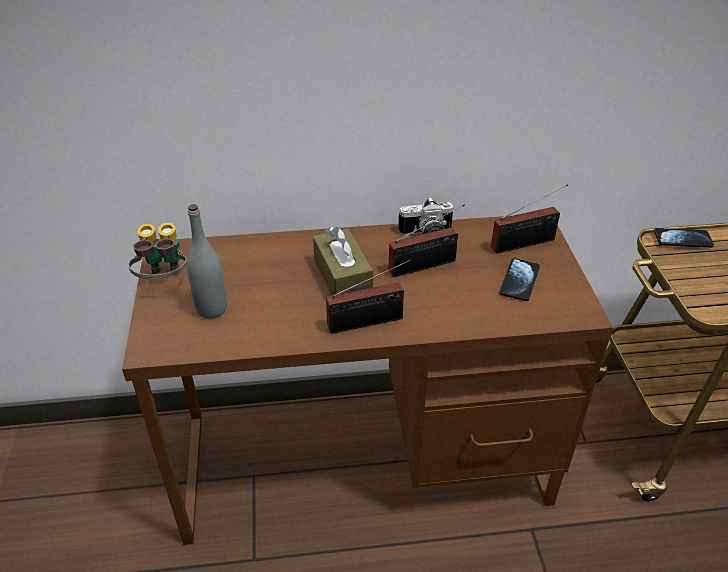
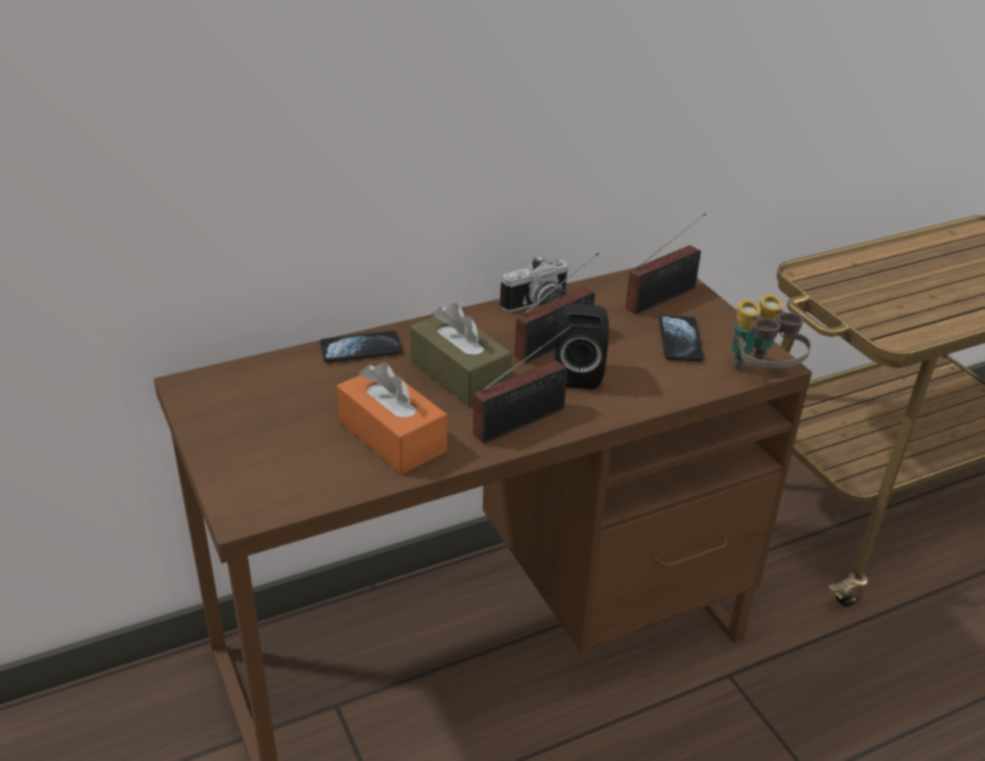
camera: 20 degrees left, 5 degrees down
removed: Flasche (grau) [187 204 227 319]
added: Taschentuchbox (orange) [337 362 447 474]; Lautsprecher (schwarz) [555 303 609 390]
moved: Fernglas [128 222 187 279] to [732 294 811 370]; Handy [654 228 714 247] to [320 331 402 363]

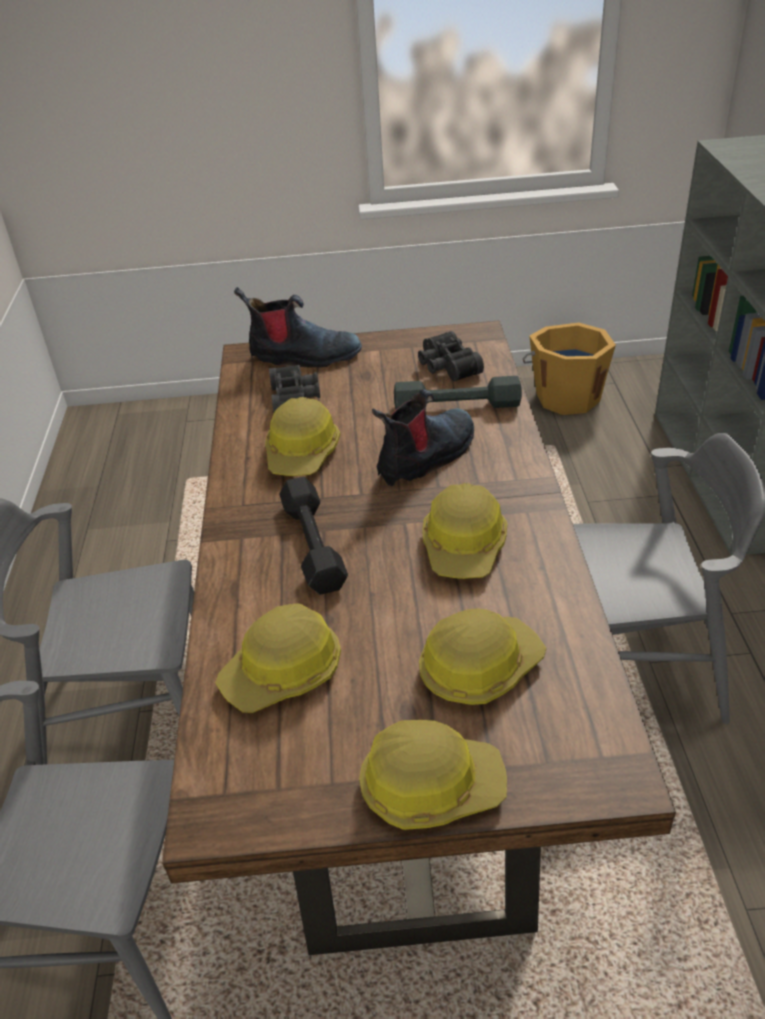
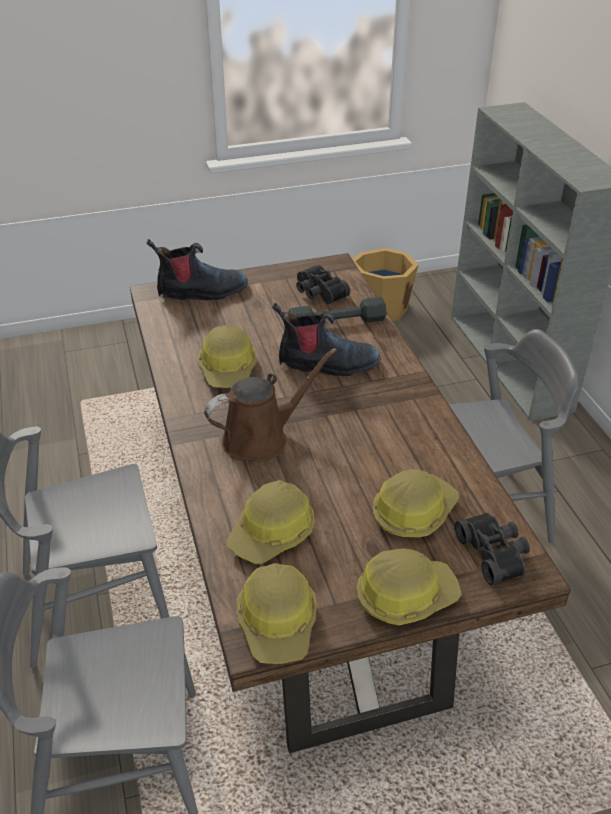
camera: 15 degrees left, 0 degrees up
moved: Fernglas (schwarz) [269 365 320 412] to [455 513 530 585]; Schutzhelm [422 483 507 579] to [237 563 316 664]
replaced: Hantel (schwarz) [280 477 348 595] to Gießkanne (braun) [204 348 337 462]
turned: Stiefel [372 389 474 486] = [272 303 381 376] 60 degrees clockwise

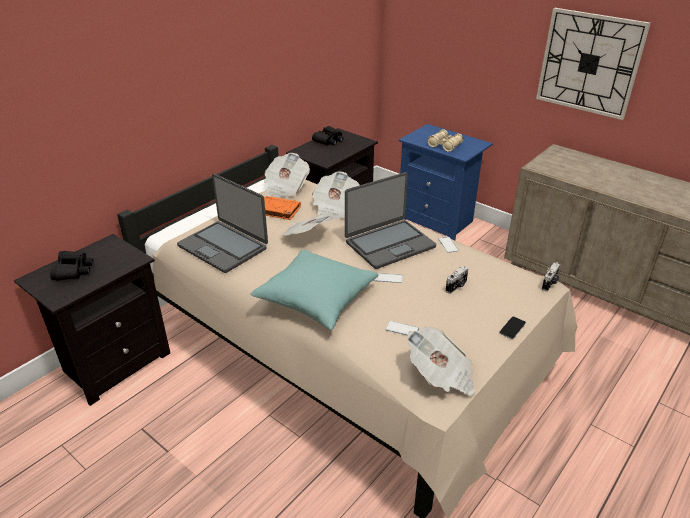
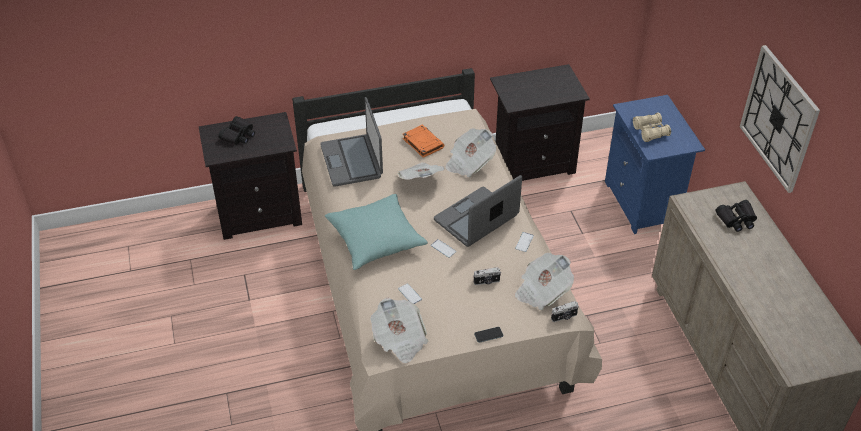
camera: 35 degrees right, 10 degrees up
moved: Zeitung [264 153 310 198] to [515 253 574 310]; Fernglas (schwarz) [312 126 343 146] to [716 200 757 232]
turned: Laptop [345 172 436 269] = [434 175 522 247] 135 degrees clockwise

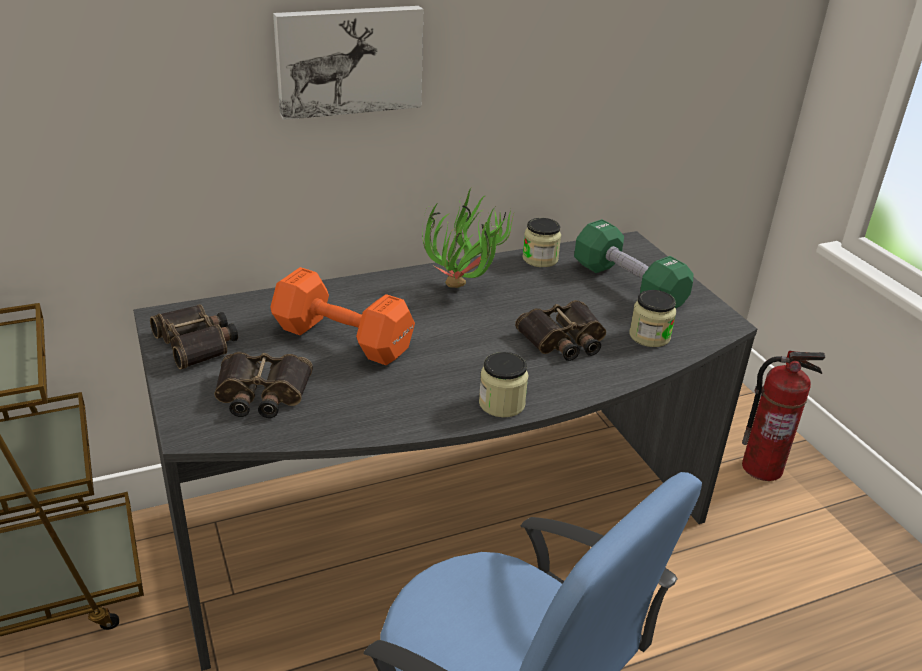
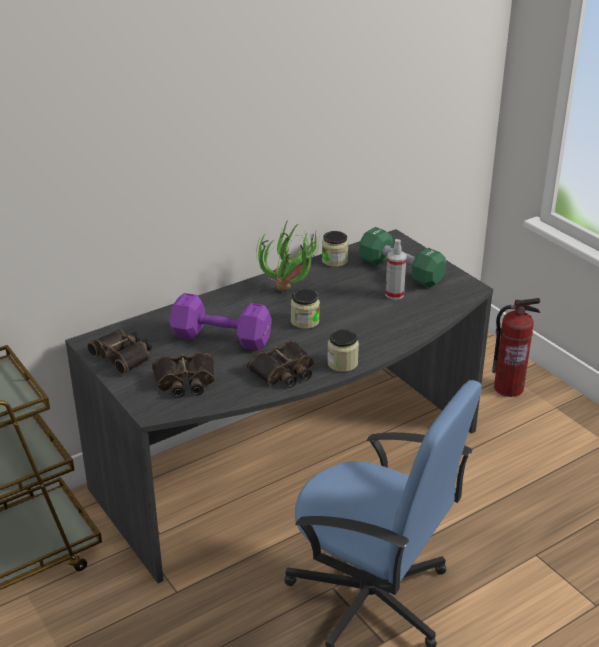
camera: 10 degrees left, 0 degrees up
removed: Bild [273 6 423 120]
added: Sprühflasche [385 239 407 300]
moved: Fernglas [515 300 606 361] to [247 341 314 388]; Vorratsglas [629 290 676 347] to [291 289 320 329]
recoloured: Hantel (orange) [270 267 415 365] to Hantel (lila) [170 293 272 351]

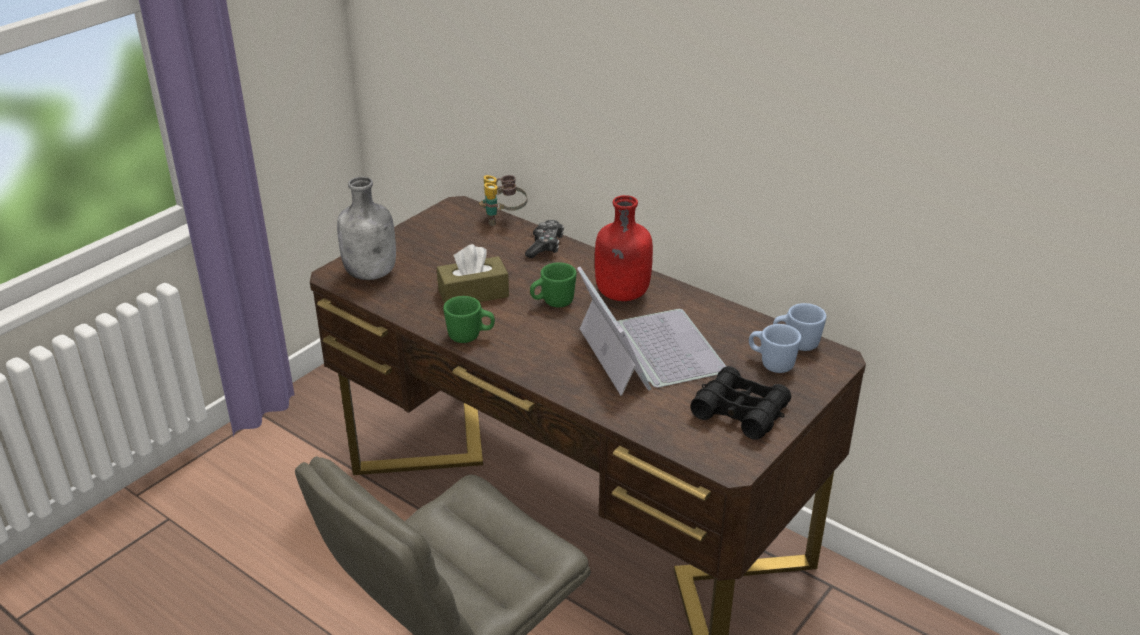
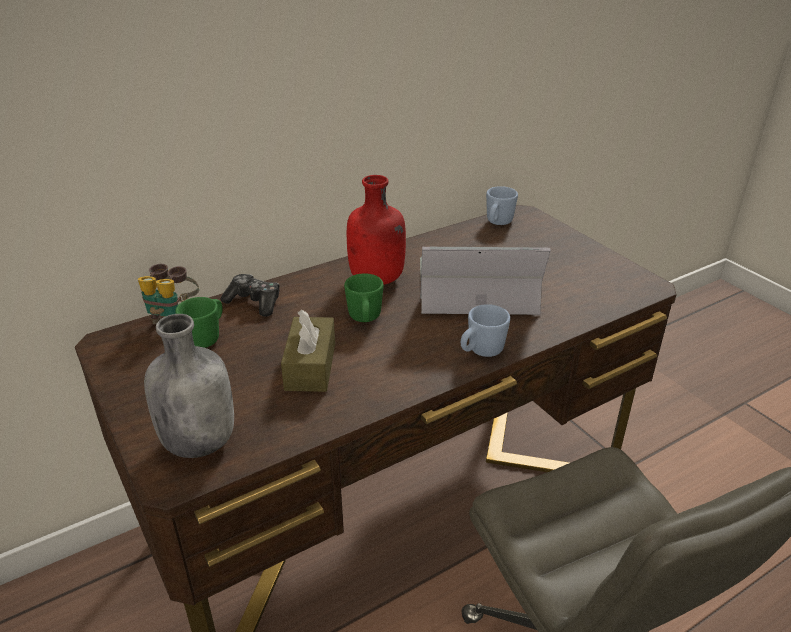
camera: 70 degrees left, 0 degrees up
removed: Fernglas (schwarz) [690 366 791 440]
moved: Henkelbecher (grün) [443 296 495 343] to [175 297 223 348]; Henkelbecher (blau) [749 324 801 373] to [461 304 510 357]

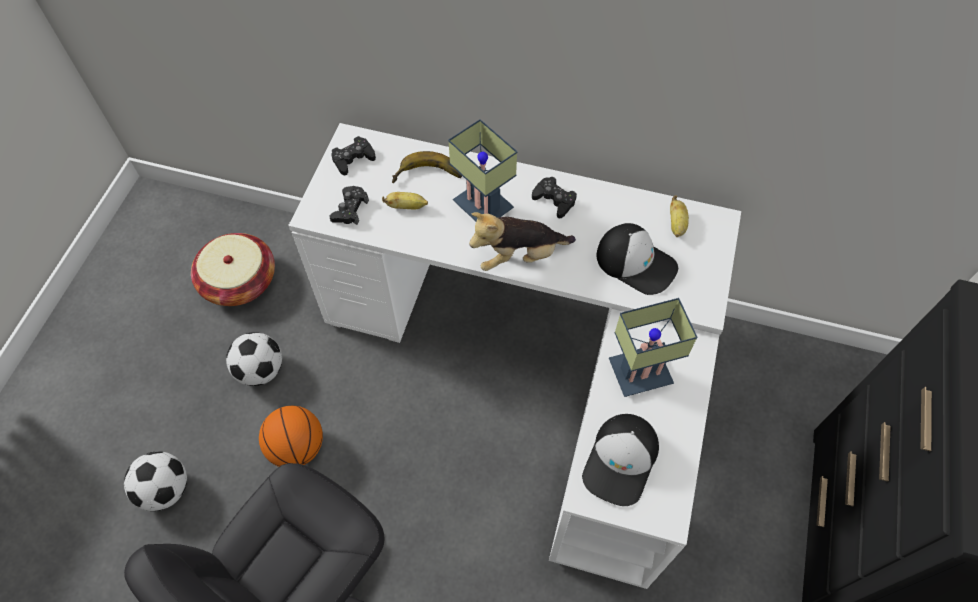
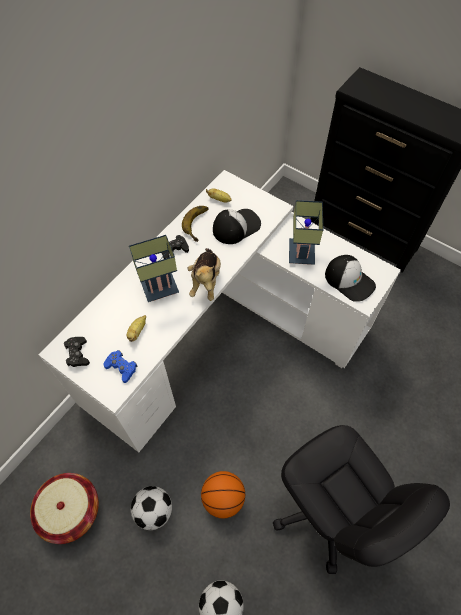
camera: 70 degrees left, 0 degrees up
moved: Banane [392 151 462 183] to [182 206 209 242]
recoloured: Gamepad (schwarz) [329 186 369 225] to Gamepad (blau) [103 350 138 383]

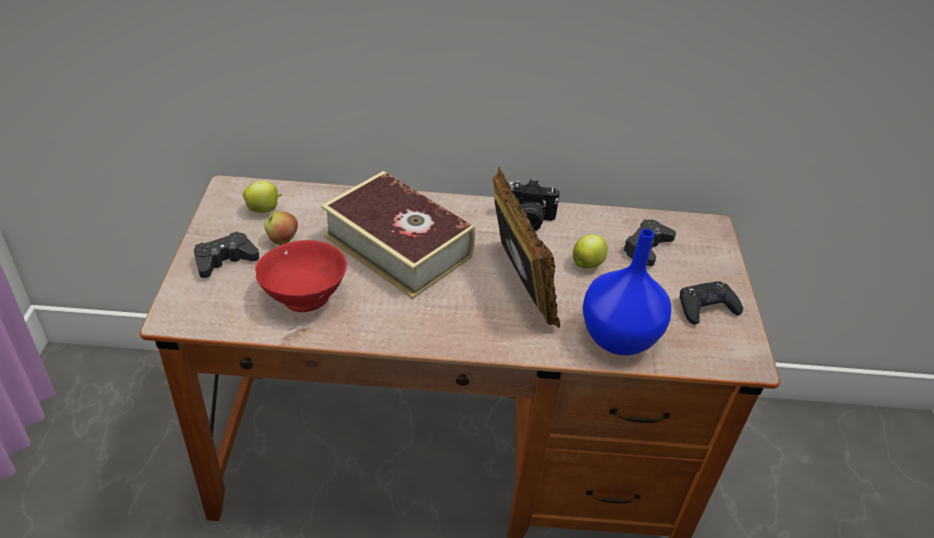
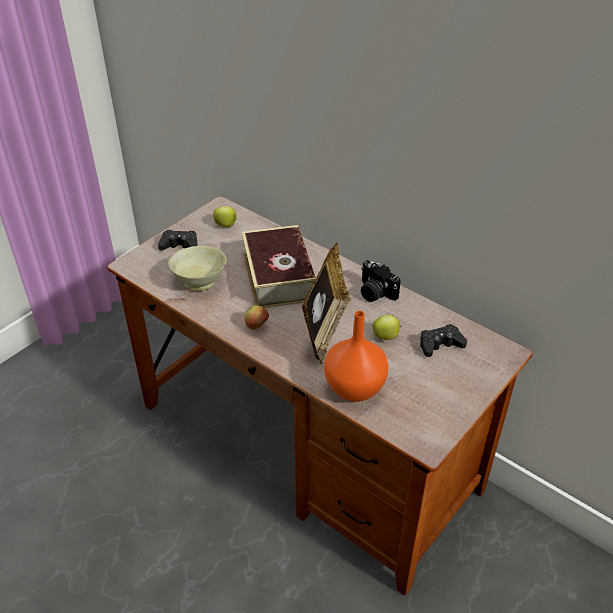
camera: 40 degrees right, 0 degrees up
removed: Gamepad (schwarz) [680 281 743 325]
moved: Apfel [265 211 298 245] to [245 305 269 330]
recoloured: Schüssel (rot) [255 240 347 312] to Schüssel (beige) [168 246 227 291]; Vase (blau) [582 229 671 356] to Vase (orange) [324 311 388 402]

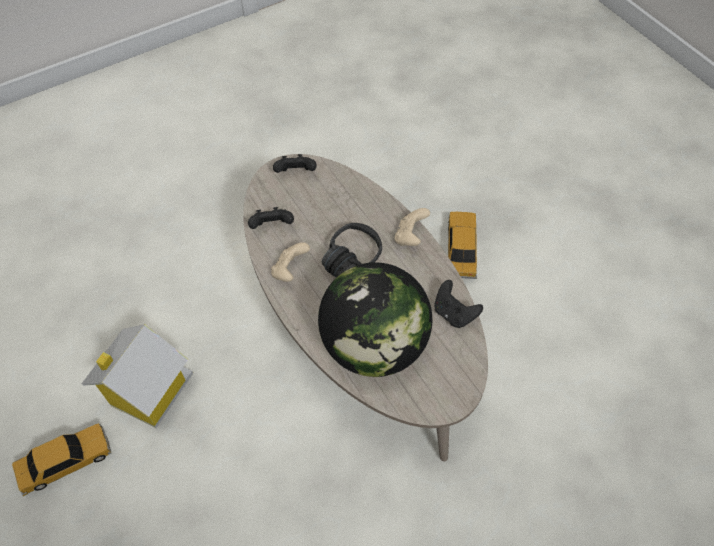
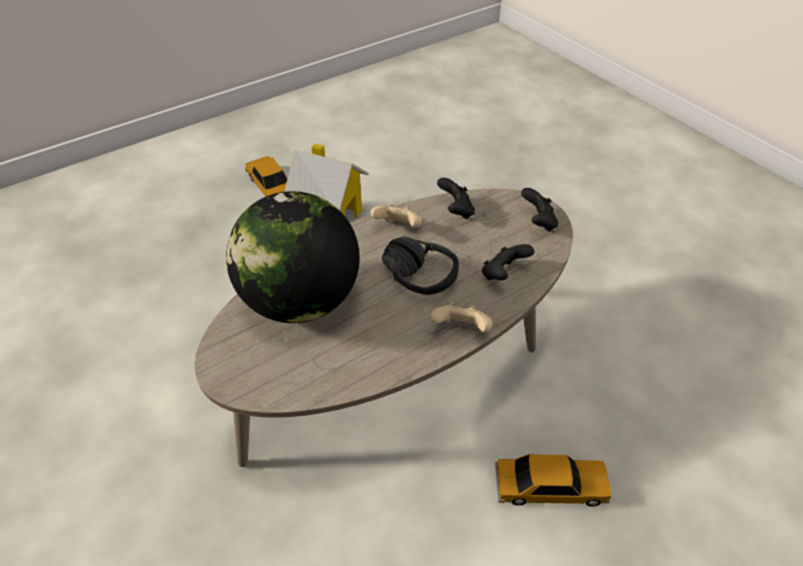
camera: 85 degrees right, 10 degrees down
moved: Gamepad (schwarz) [434 280 483 328] to [482 244 534 280]

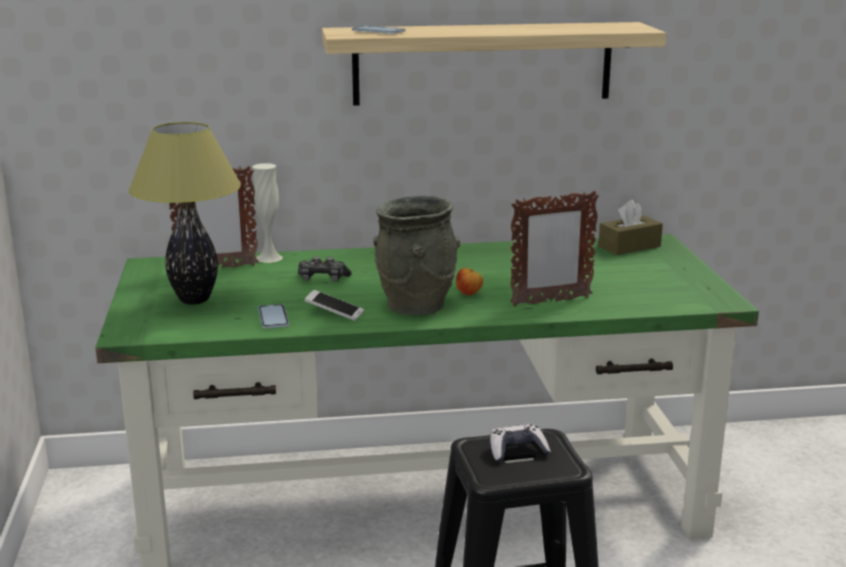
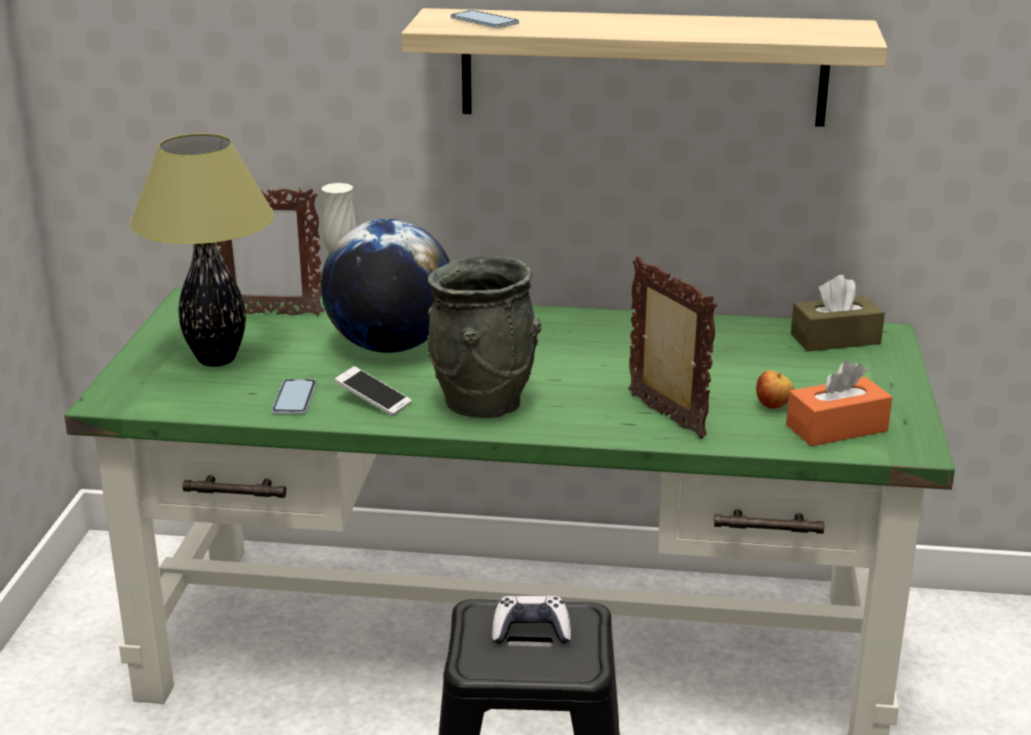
camera: 15 degrees right, 5 degrees up
added: Taschentuchbox (orange) [786 360 892 446]
moved: Apfel [456 268 483 295] to [756 370 794 409]
replaced: Gamepad [298 256 352 281] to Globus [321 219 450 353]
turned: Bilderrahmen [510 191 599 306] = [628 256 717 439] 120 degrees counterclockwise

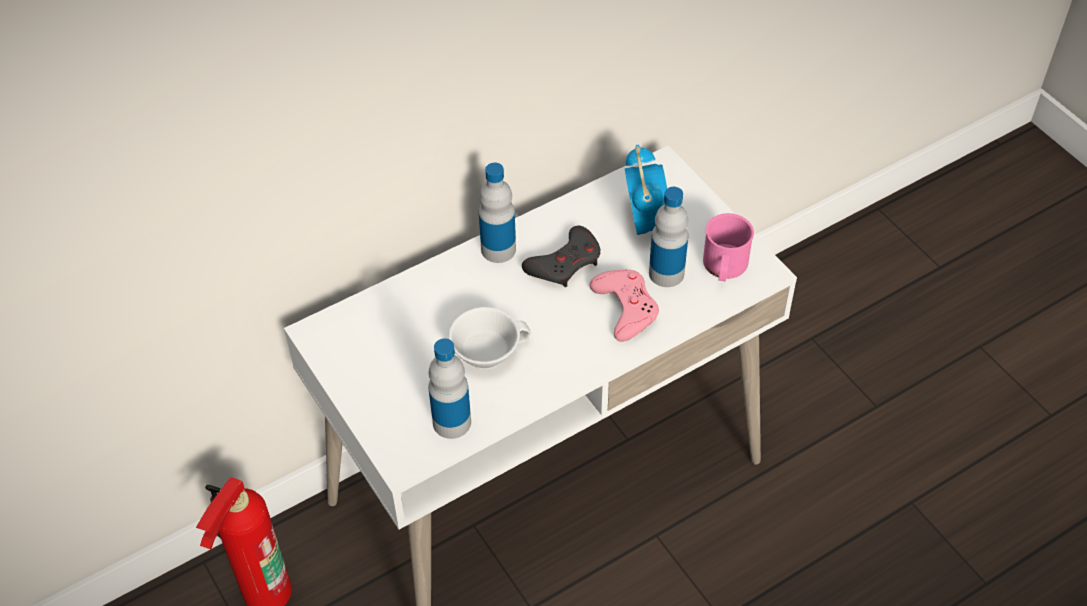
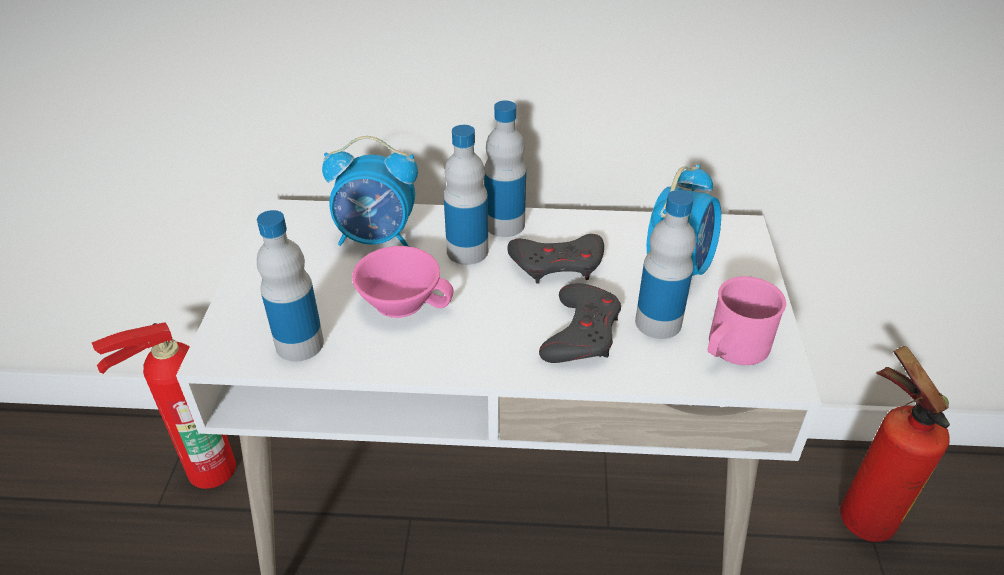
camera: 35 degrees right, 10 degrees down
added: Wecker [322 136 418 246]; Flasche [444 125 488 265]; Feuerlöscher [840 346 950 542]
recoloured: Tasse (weiß) [449 307 531 370] to Tasse (rosa) [352 246 454 318]; Gamepad (rosa) [589 270 659 342] to Gamepad (grau) [539 283 621 363]

